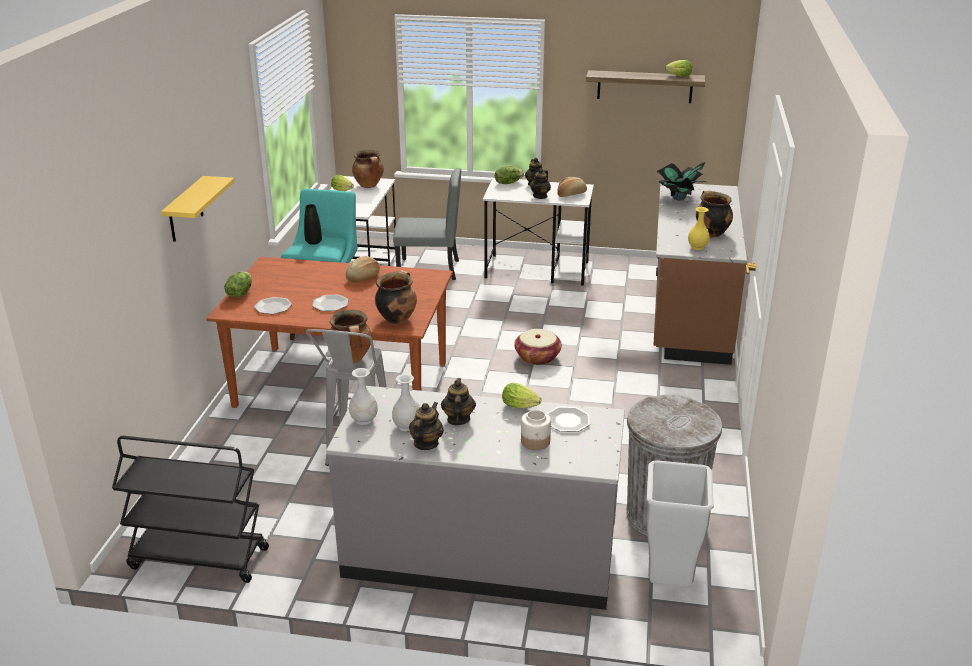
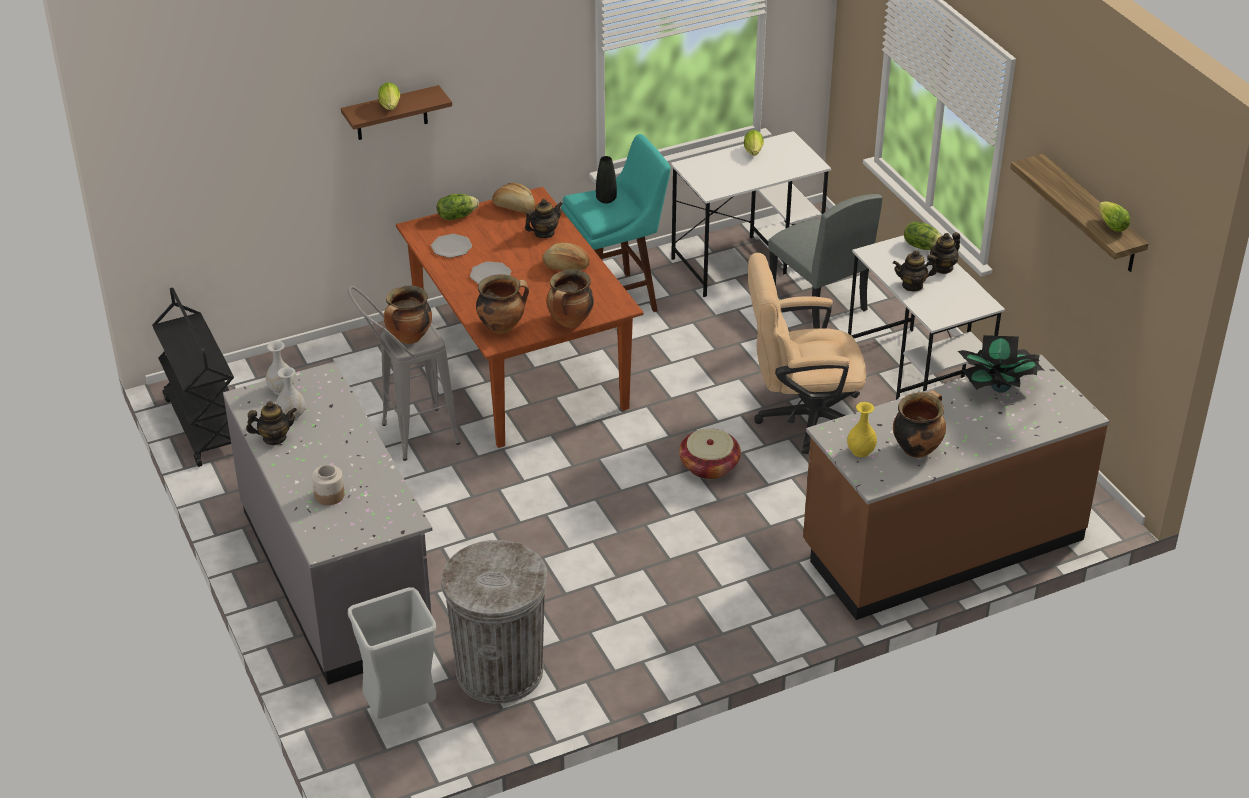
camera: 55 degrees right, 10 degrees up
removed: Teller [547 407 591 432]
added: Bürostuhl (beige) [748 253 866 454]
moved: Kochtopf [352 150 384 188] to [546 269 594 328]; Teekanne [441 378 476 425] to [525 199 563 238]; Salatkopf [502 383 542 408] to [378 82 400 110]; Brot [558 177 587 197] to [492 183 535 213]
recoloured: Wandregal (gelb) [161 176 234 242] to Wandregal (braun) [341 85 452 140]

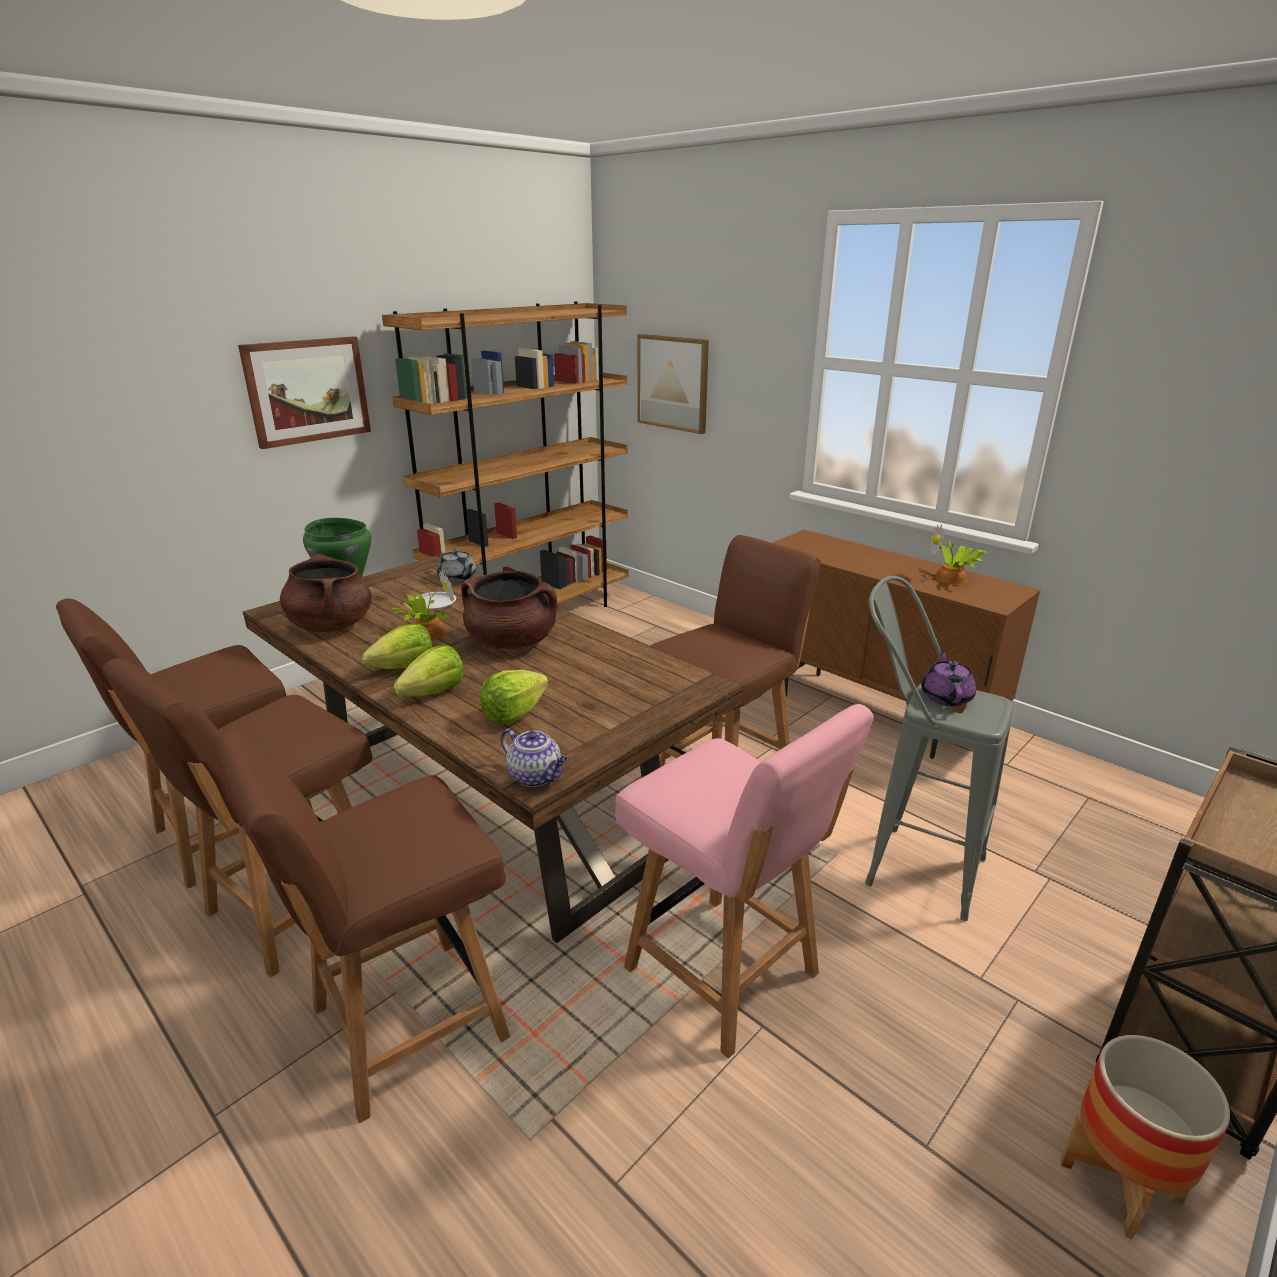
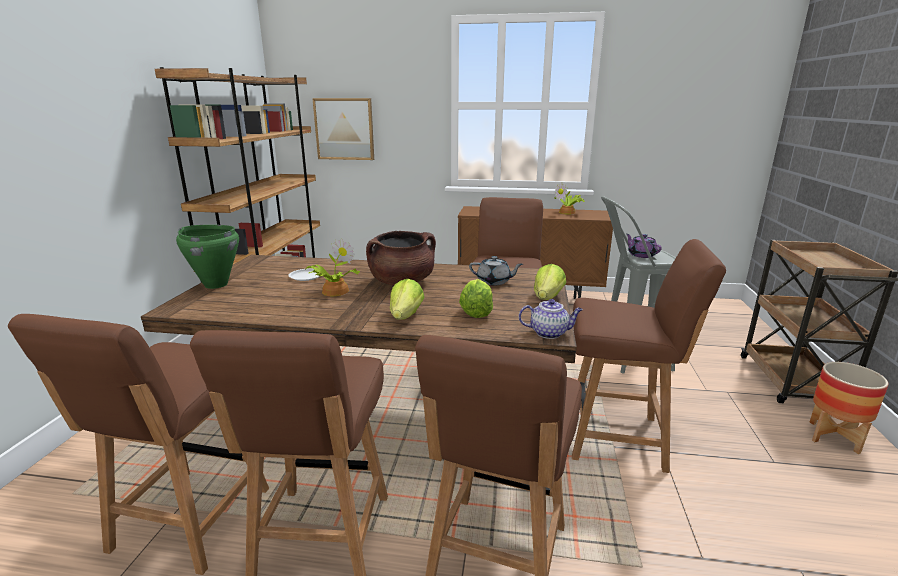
camera: 35 degrees left, 5 degrees down
removed: Bild [238 336 371 449]; Kochtopf (braun) [280 554 372 632]
moved: Salatkopf [362 624 433 669] to [534 264 566 300]; Teekanne (grau) [437 549 477 583] to [469 256 523 285]
recoloured: Stuhl (rosa) [615 704 874 1058] to Stuhl (braun) [572 239 726 473]

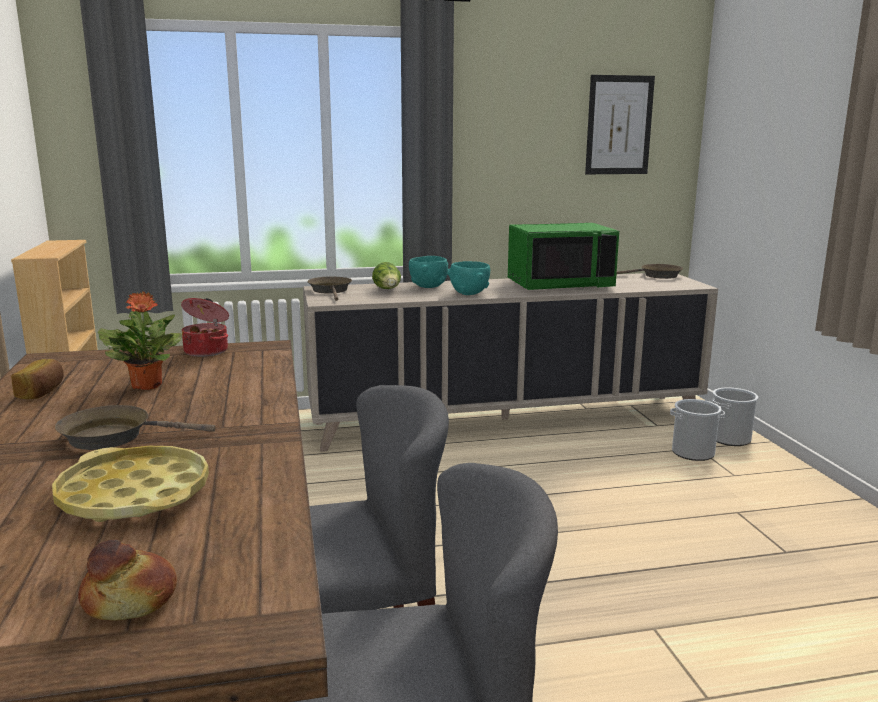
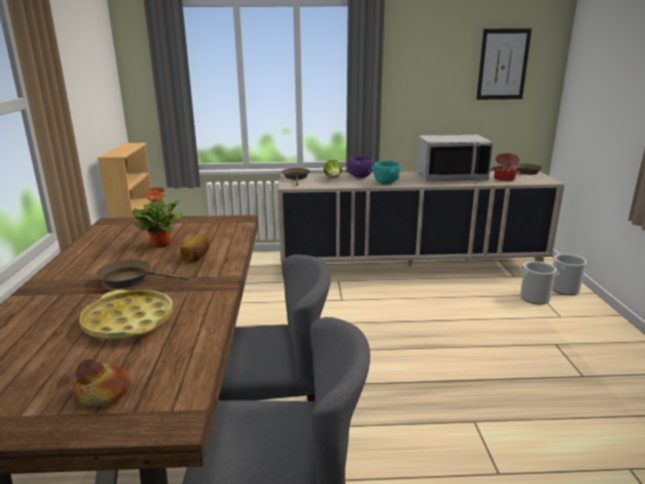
camera: 10 degrees right, 5 degrees up
moved: Brot [11 359 64 399] to [180 235 209 262]; Kochtopf [181 298 229 357] to [492 153 520 181]
recoloured: Schüssel (türkis) [409 256 448 288] to Schüssel (lila) [348 156 375 178]; Mikrowelle (grün) [508 223 619 290] to Mikrowelle (grau) [416 135 493 182]

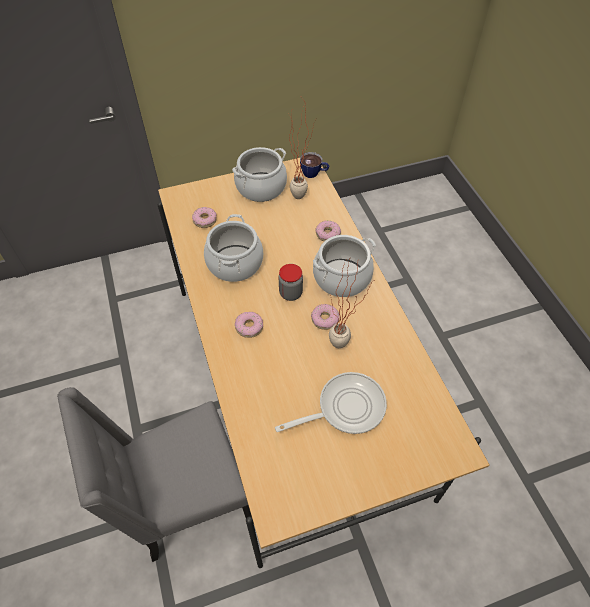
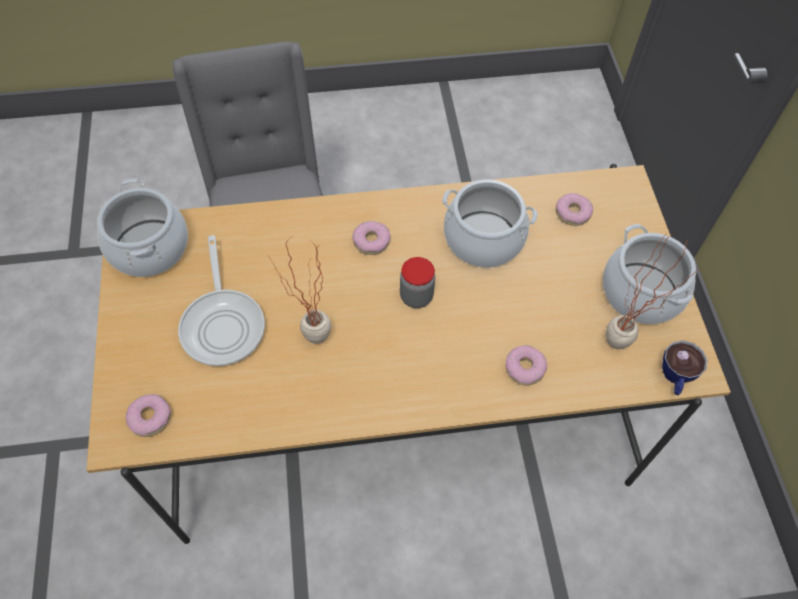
camera: 100 degrees right, 5 degrees up
moved: Donut [311 304 340 330] to [126 394 171 437]; Kochtopf [313 235 376 297] to [97 178 188 277]

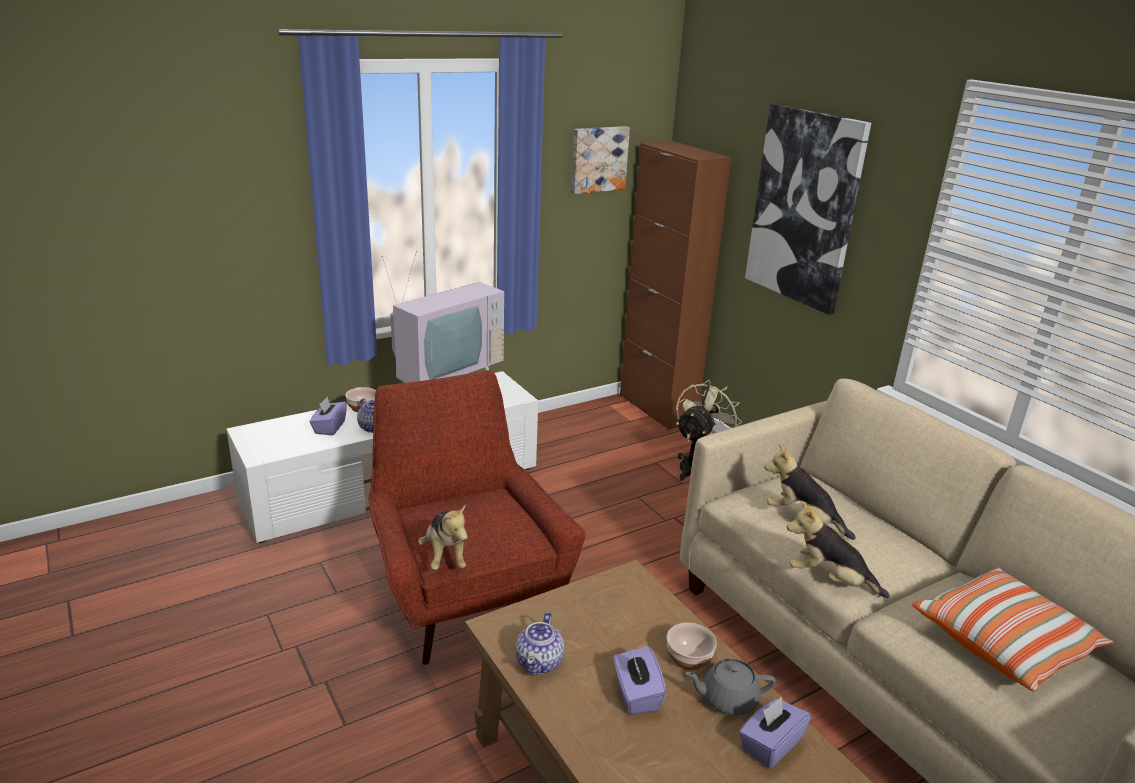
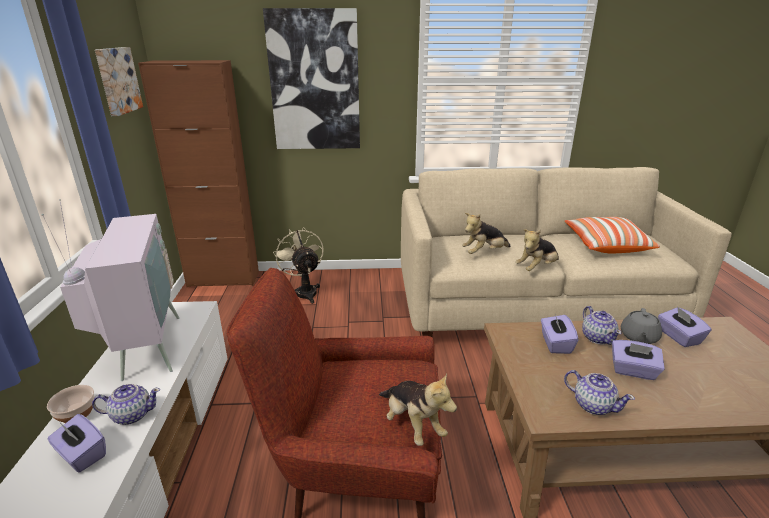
camera: 60 degrees left, 0 degrees up
added: Taschentuchbox (lila) [541 314 578 354]
replaced: Schüssel [666 623 717 670] to Teekanne [582 306 622 345]
turned: Plüschtier [418 504 468 570] = [379 373 457 446] 45 degrees clockwise

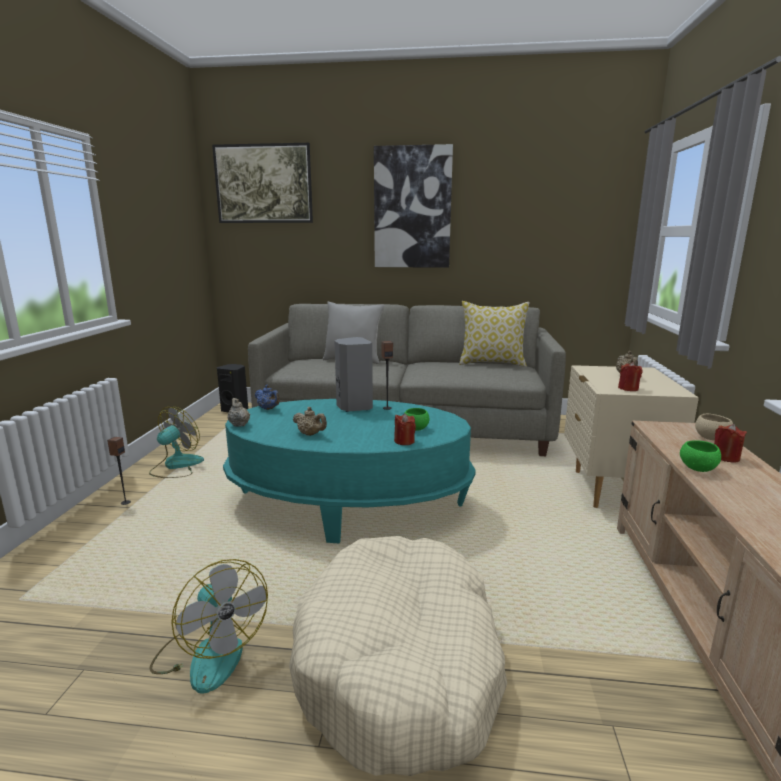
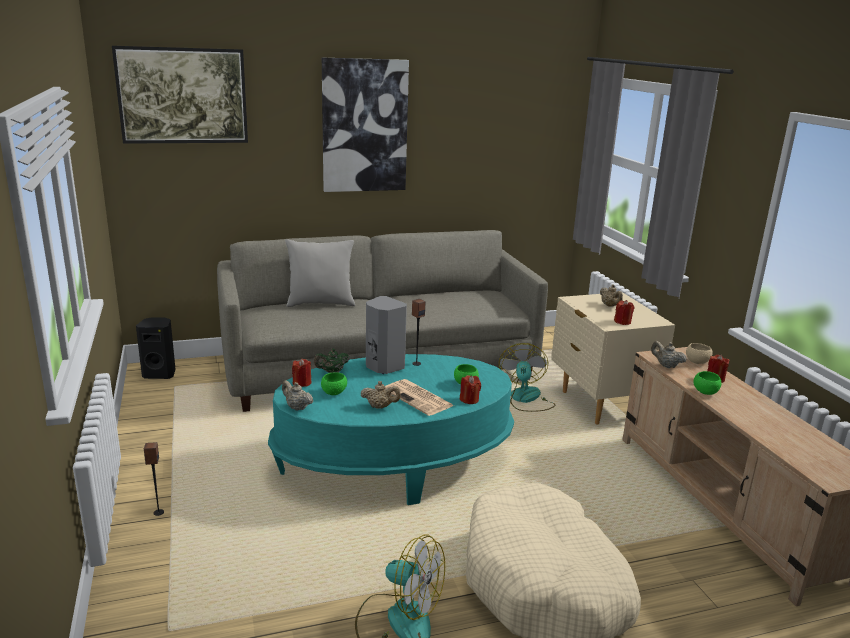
camera: 25 degrees left, 5 degrees up
removed: Kissen [459 301 529 367]
added: Teekanne (grün) [314 349 350 373]; Schüssel (grün) [321 373 347 395]; Zeitung [385 379 454 416]; Teekanne (beige) [651 341 687 368]
moved: Ventilator [149 407 204 478] to [499 343 555 412]
replaced: Teekanne (blau) [255 385 280 410] to Kerze (rot) [292 358 311 387]

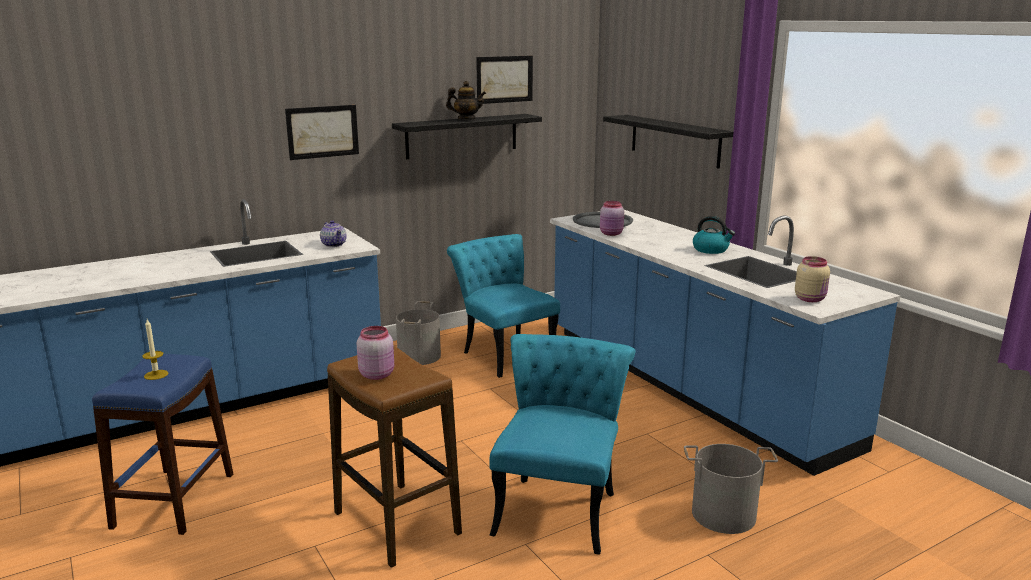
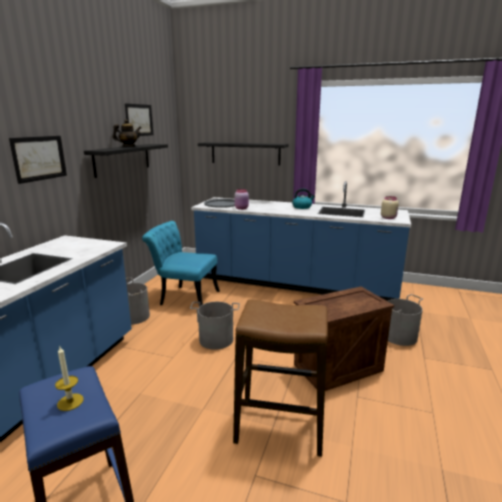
camera: 40 degrees left, 0 degrees up
removed: Teekanne [320 220 347 247]; Vorratsglas (rosa) [357 326 394 380]
added: Eimer (grau) [190 302 240 350]
replaced: Stuhl (türkis) [489 334 635 555] to Kiste [294 286 394 391]

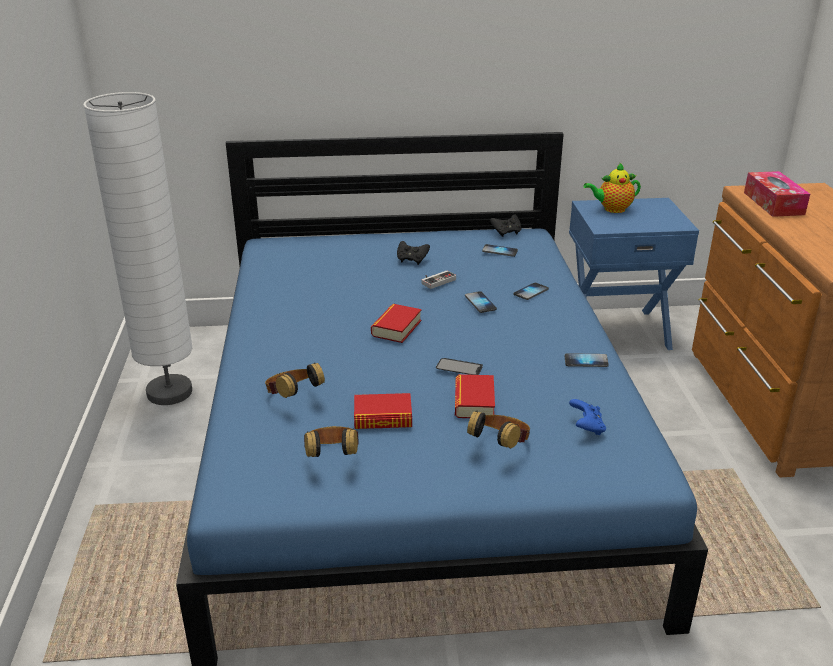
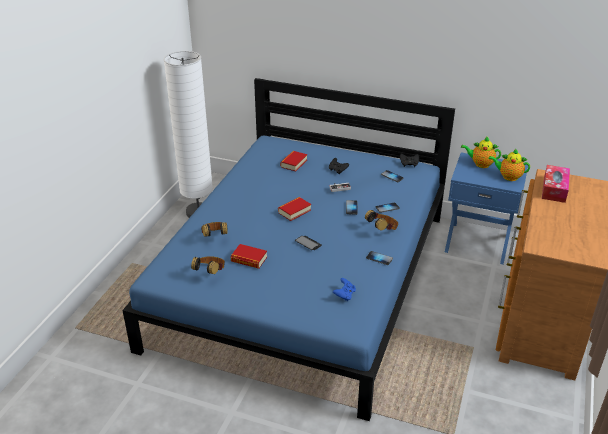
camera: 25 degrees right, 5 degrees up
added: Teekanne [489 148 530 181]
moved: Buch [455 374 495 418] to [280 151 307 172]; Kopfhörer [467 411 530 449] to [365 210 398 231]

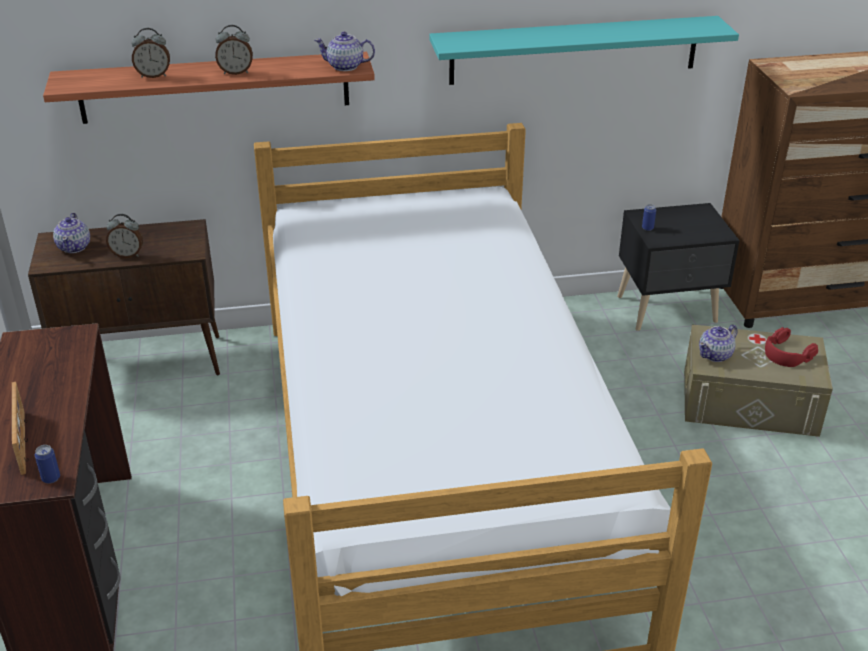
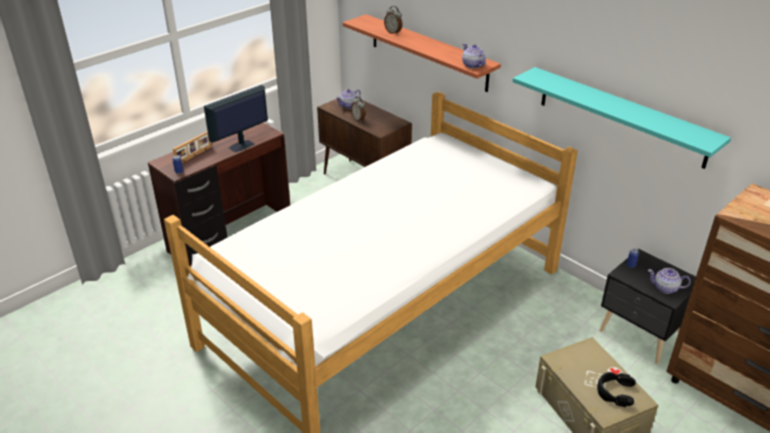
camera: 55 degrees right, 0 degrees up
removed: Wecker [215 25 253 75]
added: Monitor [204 85 268 152]
moved: Teekanne [699 325 737 362] to [648 268 691 294]
recoloured: Kopfhörer (rot) [765 327 818 367] to Kopfhörer (schwarz) [597 372 636 407]

